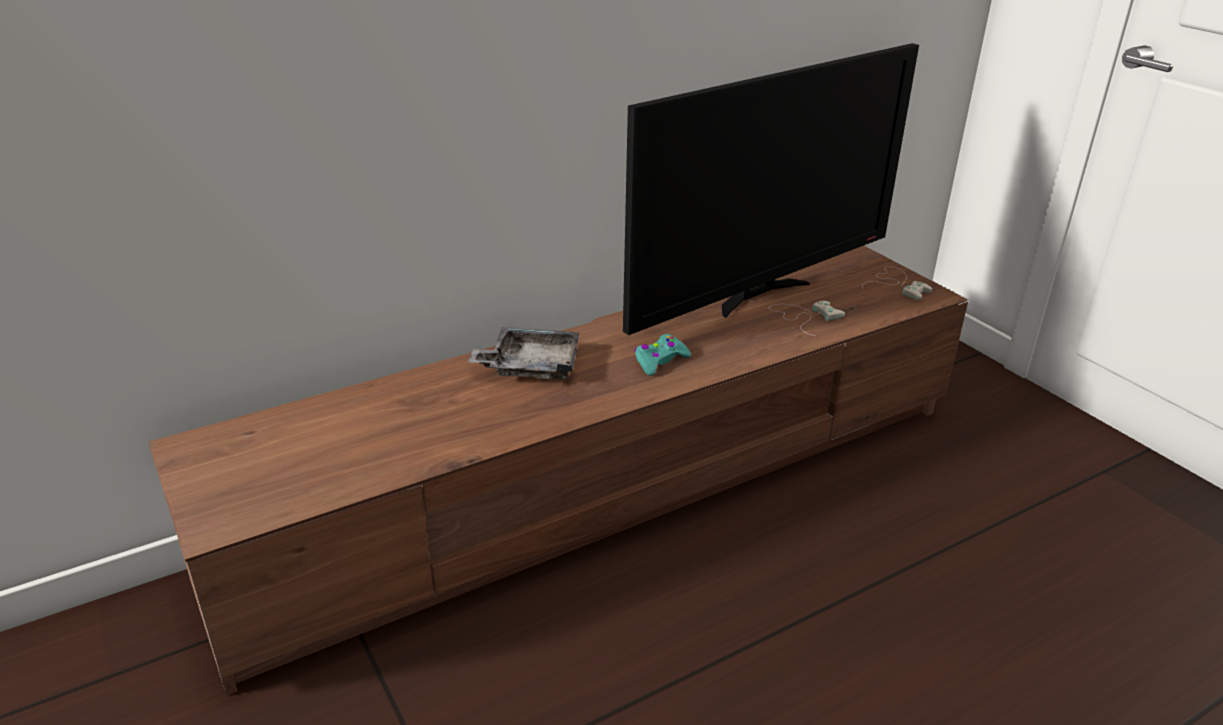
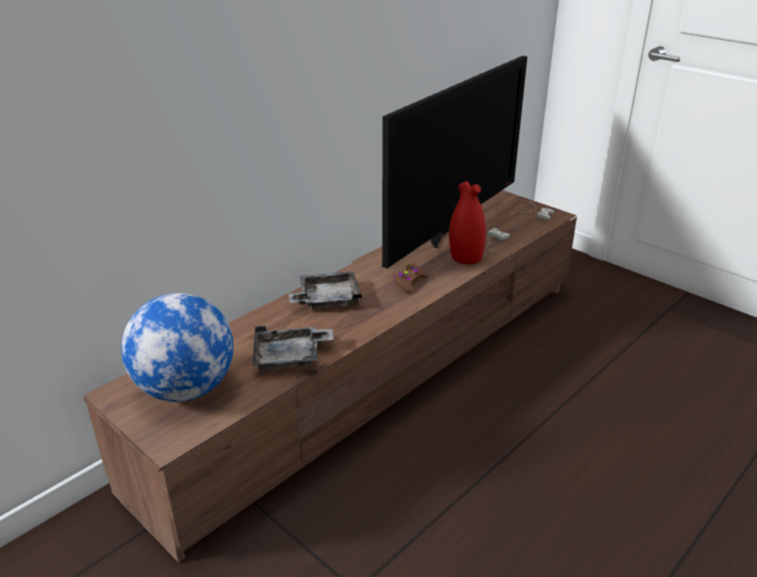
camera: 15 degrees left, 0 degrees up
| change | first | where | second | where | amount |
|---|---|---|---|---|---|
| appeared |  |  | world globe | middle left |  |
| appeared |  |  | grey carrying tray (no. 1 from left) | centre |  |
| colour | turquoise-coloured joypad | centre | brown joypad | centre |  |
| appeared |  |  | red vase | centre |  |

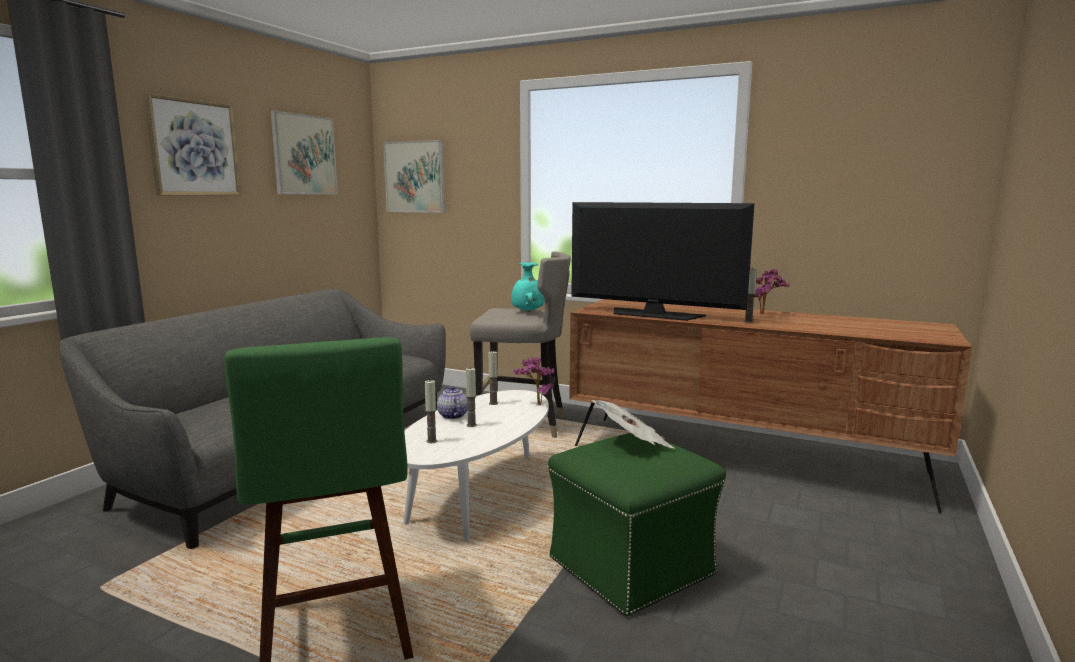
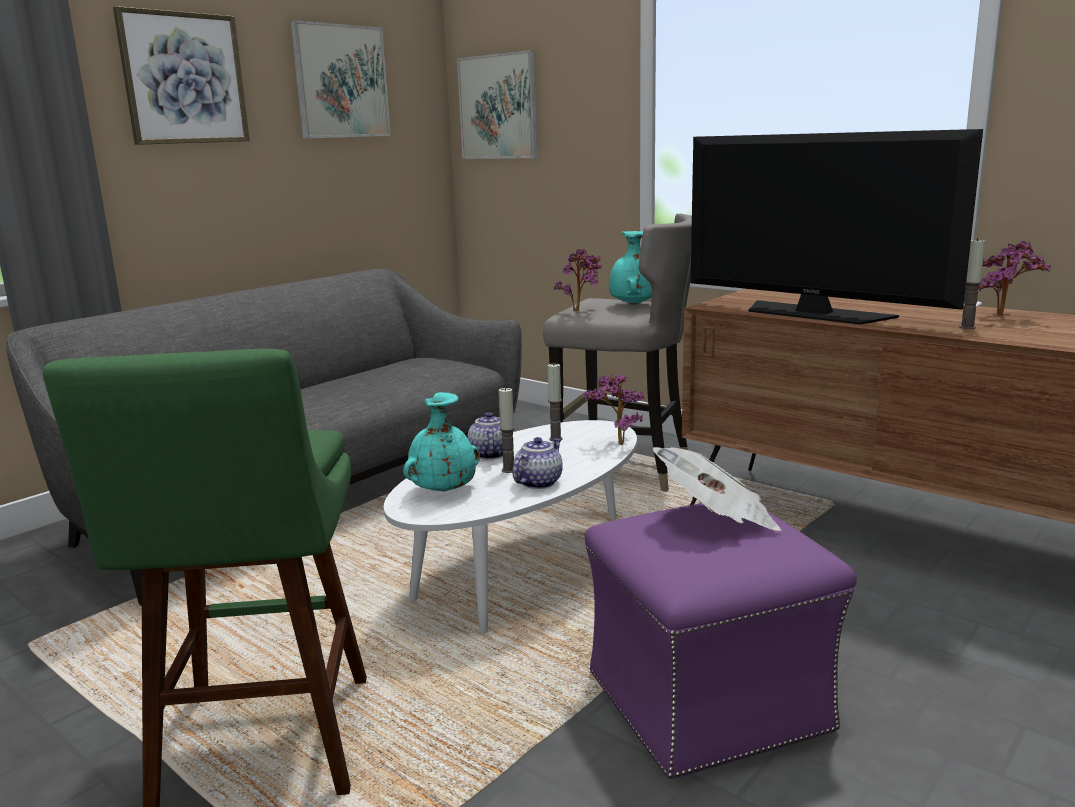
camera: 15 degrees right, 5 degrees up
| change | first | where | second | where | amount |
|---|---|---|---|---|---|
| exchanged | wax light (no. 1 from left) | centre | turquoise-coloured vase (no. 1 from left) | centre |  |
| appeared |  |  | teapot (no. 2 from left) | centre |  |
| appeared |  |  | potted plant (no. 1 from left) | centre |  |
| colour | greenish pouffe | bottom centre | purple-coloured pouffe | bottom right |  |

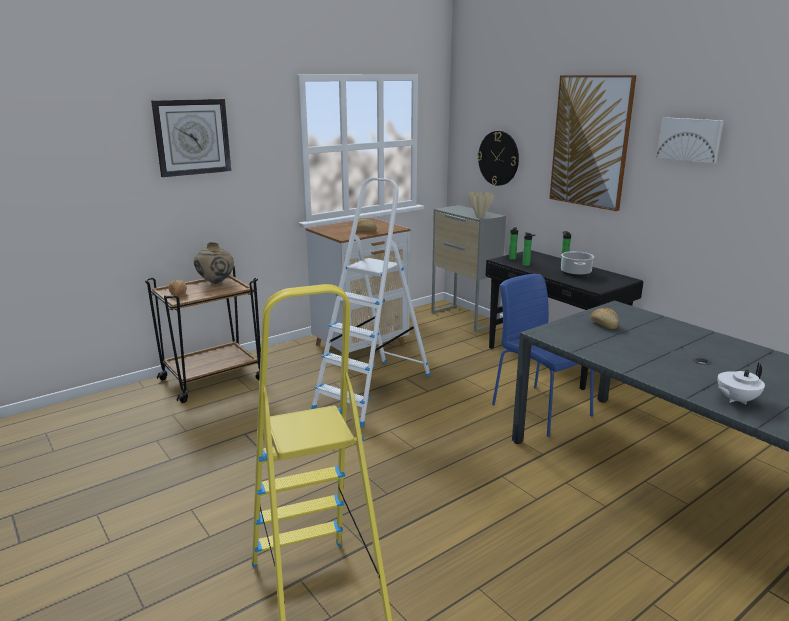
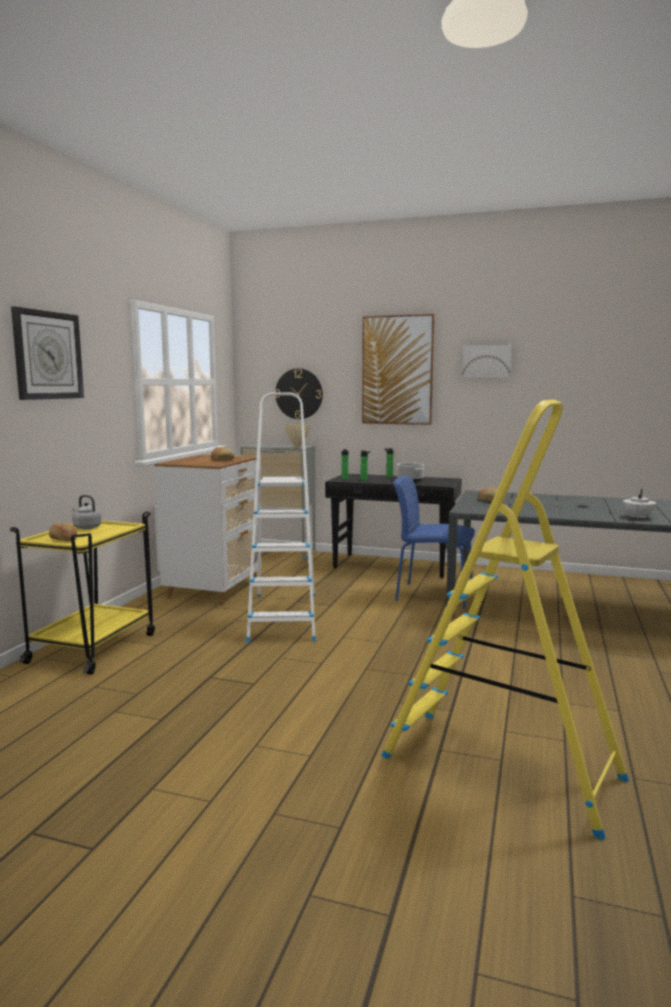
camera: 35 degrees left, 10 degrees down
| change | first | where | second | where | amount |
|---|---|---|---|---|---|
| colour | brown wheeled cart | middle left | yellow wheeled cart | middle left |  |
| exchanged | beige-coloured vase (no. 1 from left) | middle left | grey tea kettle | middle left |  |

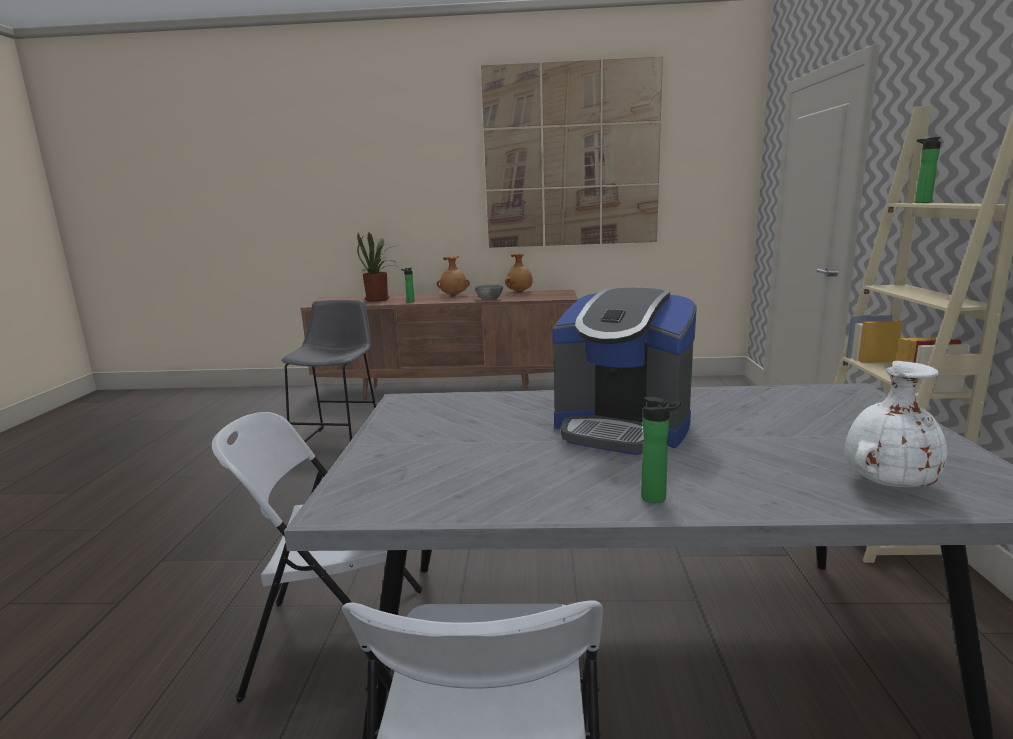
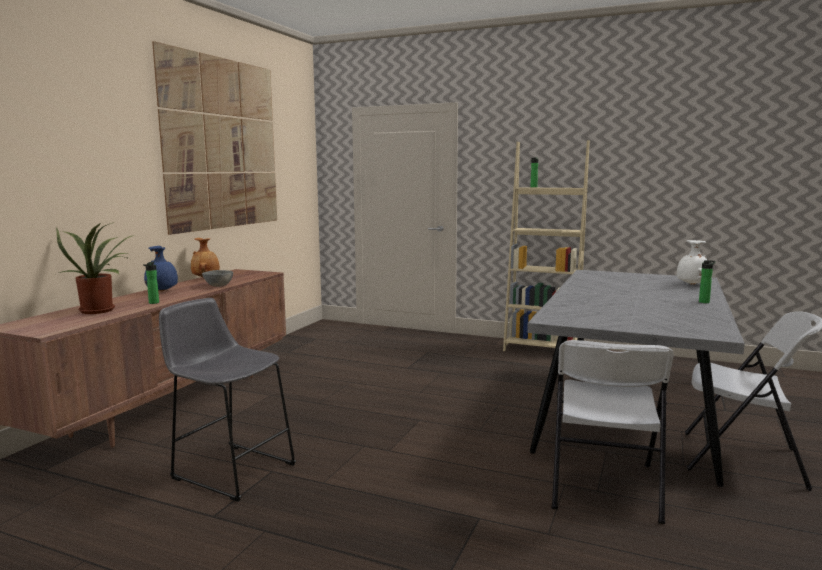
camera: 70 degrees left, 5 degrees down
| change | first | where | second | where | amount |
|---|---|---|---|---|---|
| colour | brown vase (no. 1 from left) | centre | blue vase | middle left |  |
| missing | coffee machine | centre |  |  |  |

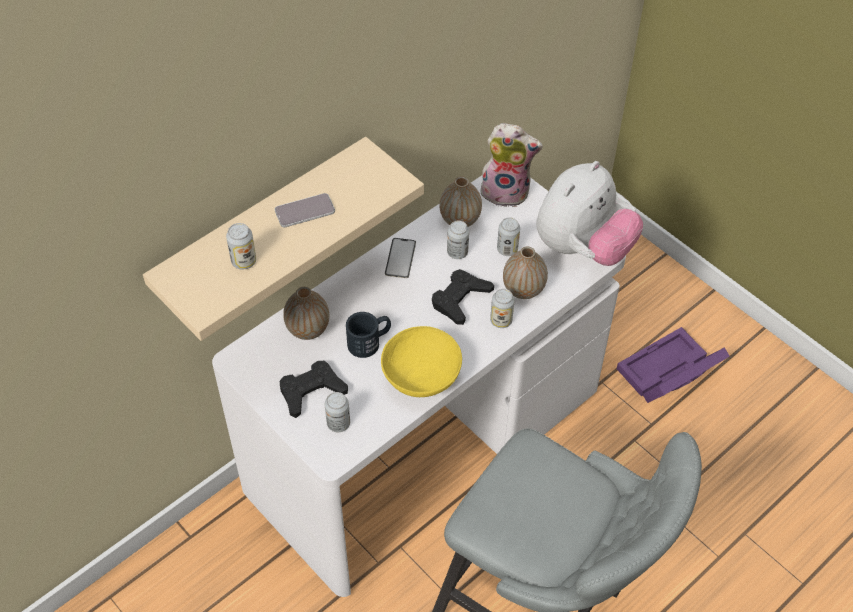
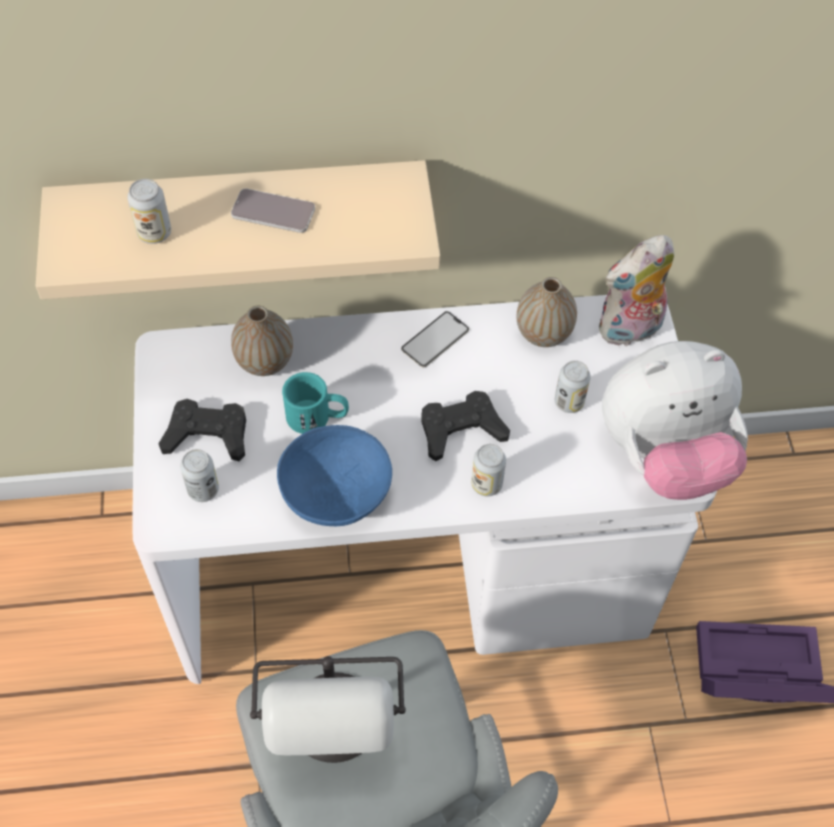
camera: 35 degrees right, 5 degrees up
| change | first | where | second | where | amount |
|---|---|---|---|---|---|
| appeared |  |  | tabletop lamp | bottom centre |  |
| colour | yellow serving bowl | centre | blue serving bowl | centre |  |
| colour | black coffee mug | centre | turquoise-coloured coffee mug | centre |  |
| spun | soft toy (no. 1 from left) | top centre |  | middle right | 105 degrees clockwise |
| missing | metal can (no. 3 from left) | centre |  |  |  |
| missing | vase (no. 3 from left) | centre |  |  |  |

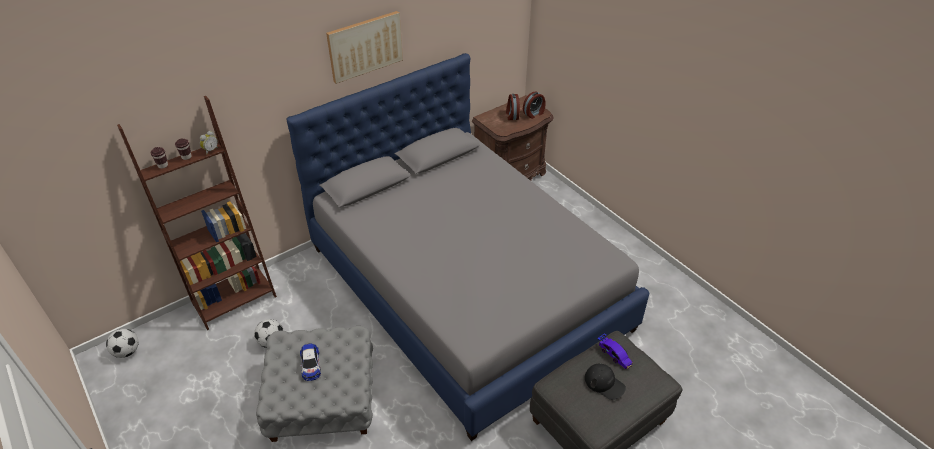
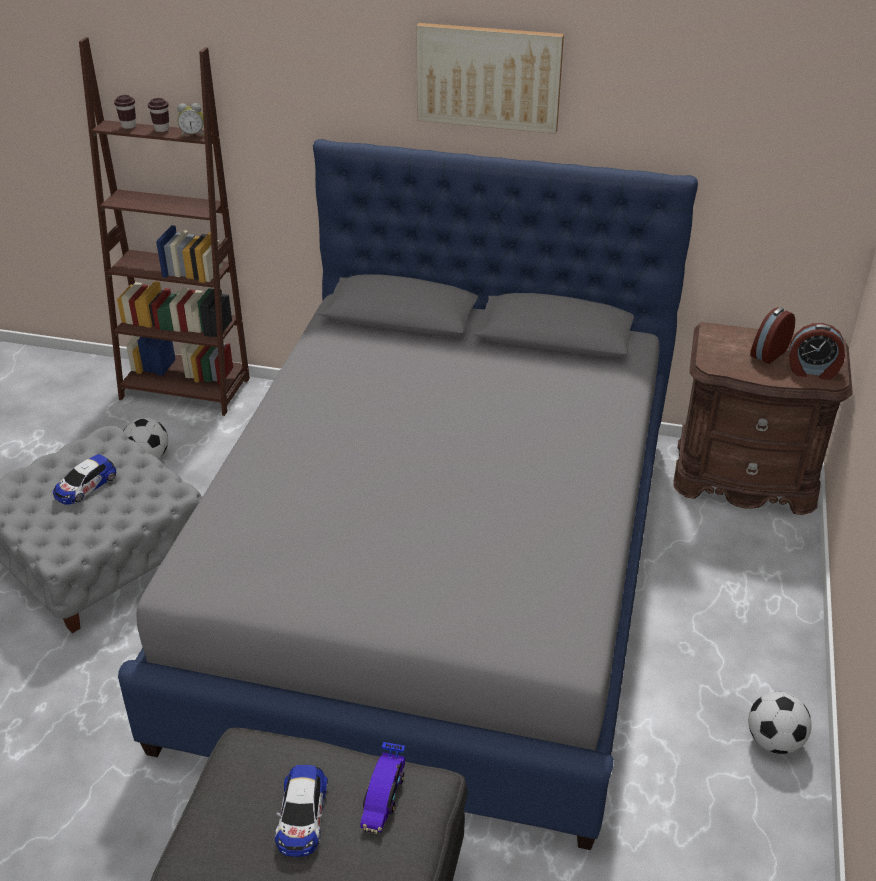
camera: 50 degrees right, 5 degrees down
| change | first | where | second | where | amount |
|---|---|---|---|---|---|
| exchanged | black baseball cap | bottom centre | miniature car (no. 2 from left) | bottom centre |  |
| relocated | ball for football (no. 1 from left in the first image) | bottom left | ball for football (no. 2 from left) | bottom right |  |

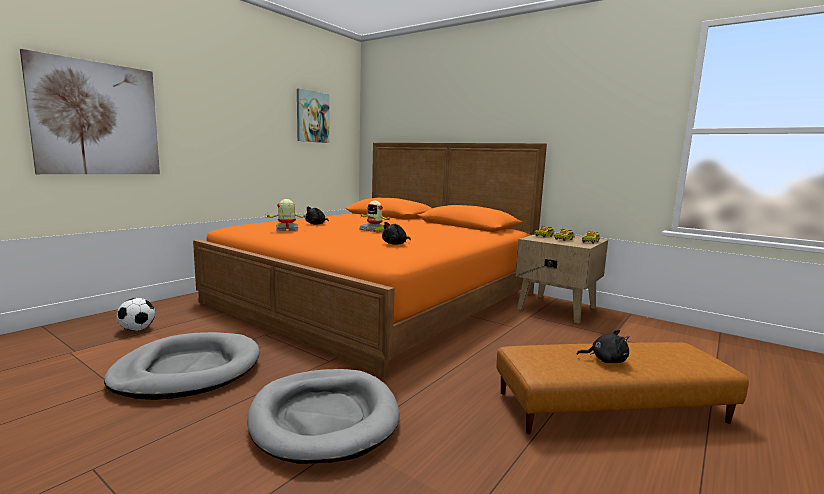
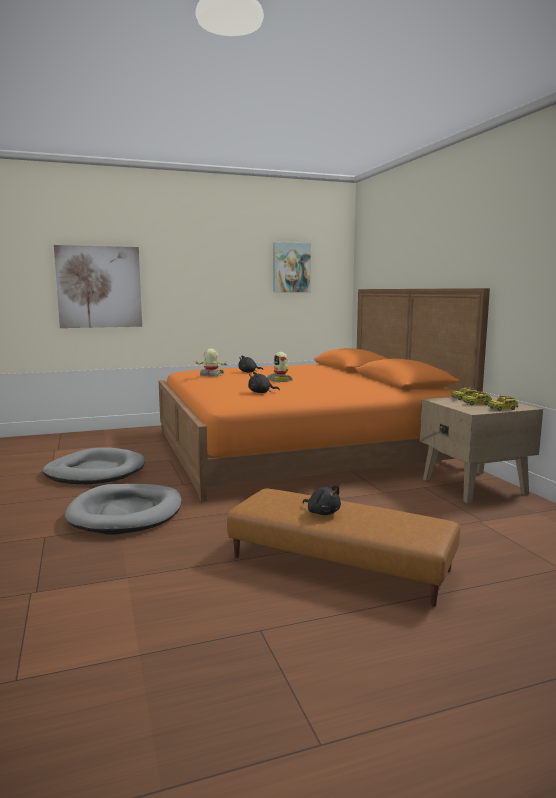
camera: 35 degrees right, 0 degrees up
| change | first | where | second | where | amount |
|---|---|---|---|---|---|
| missing | ball for football | middle left |  |  |  |

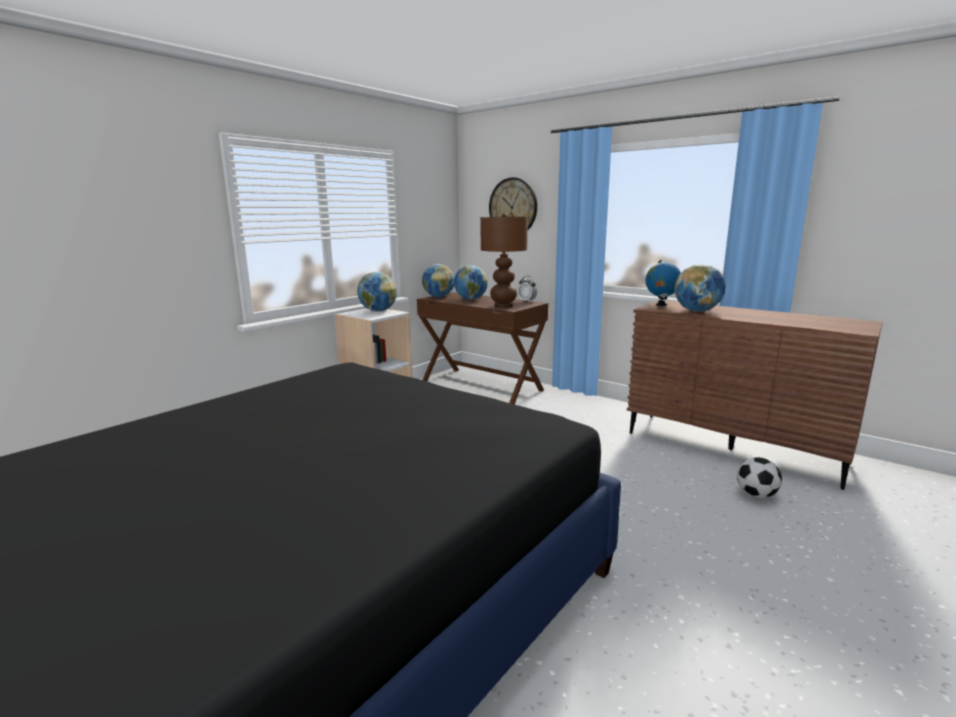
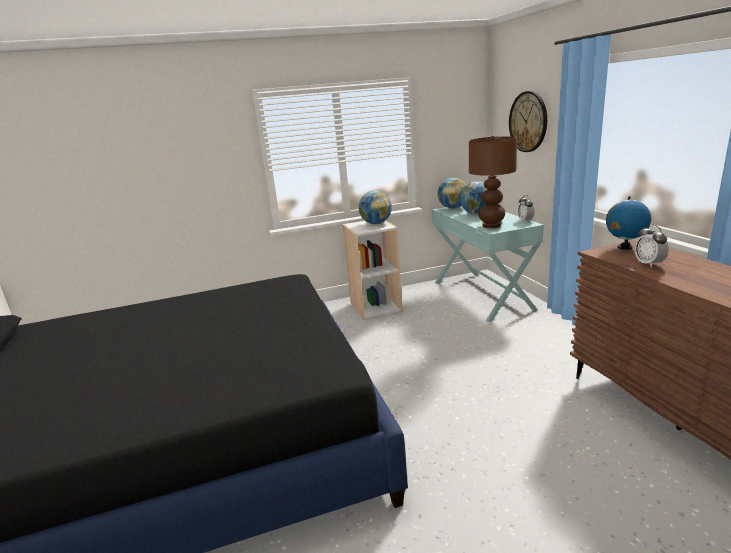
camera: 35 degrees right, 5 degrees up
| change | first | where | second | where | amount |
|---|---|---|---|---|---|
| colour | brown desk unit | centre | turquoise-coloured desk unit | middle right |  |
| exchanged | world globe (no. 5 from left) | middle right | table clock (no. 2 from left) | middle right |  |
| missing | ball for football | middle right |  |  |  |

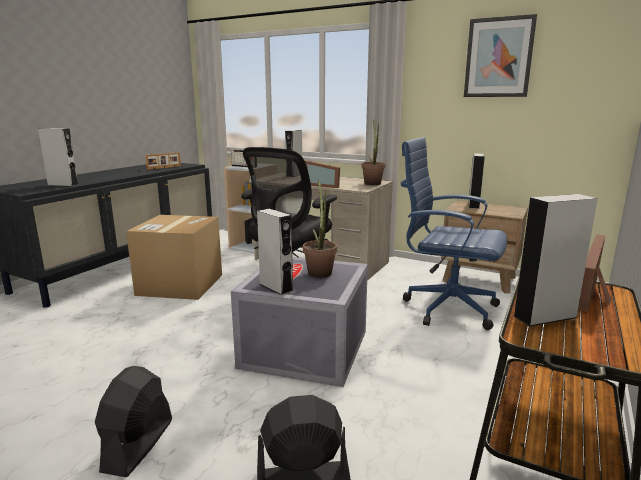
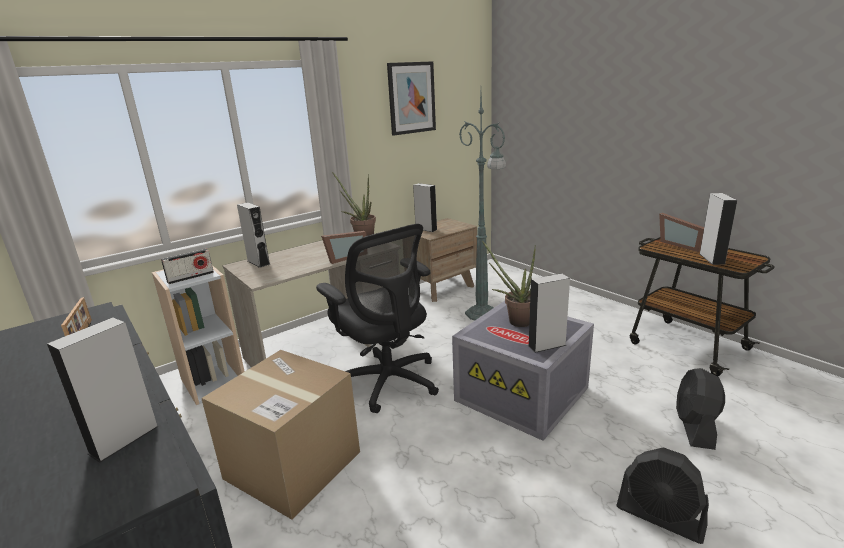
camera: 65 degrees left, 5 degrees up
| change | first | where | second | where | amount |
|---|---|---|---|---|---|
| exchanged | blue office chair | middle right | greenish standard lamp | centre |  |

